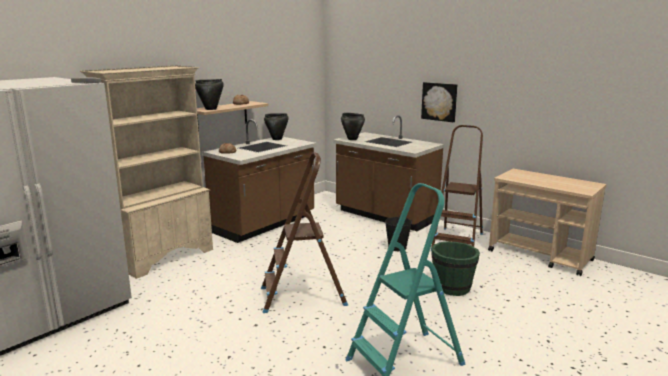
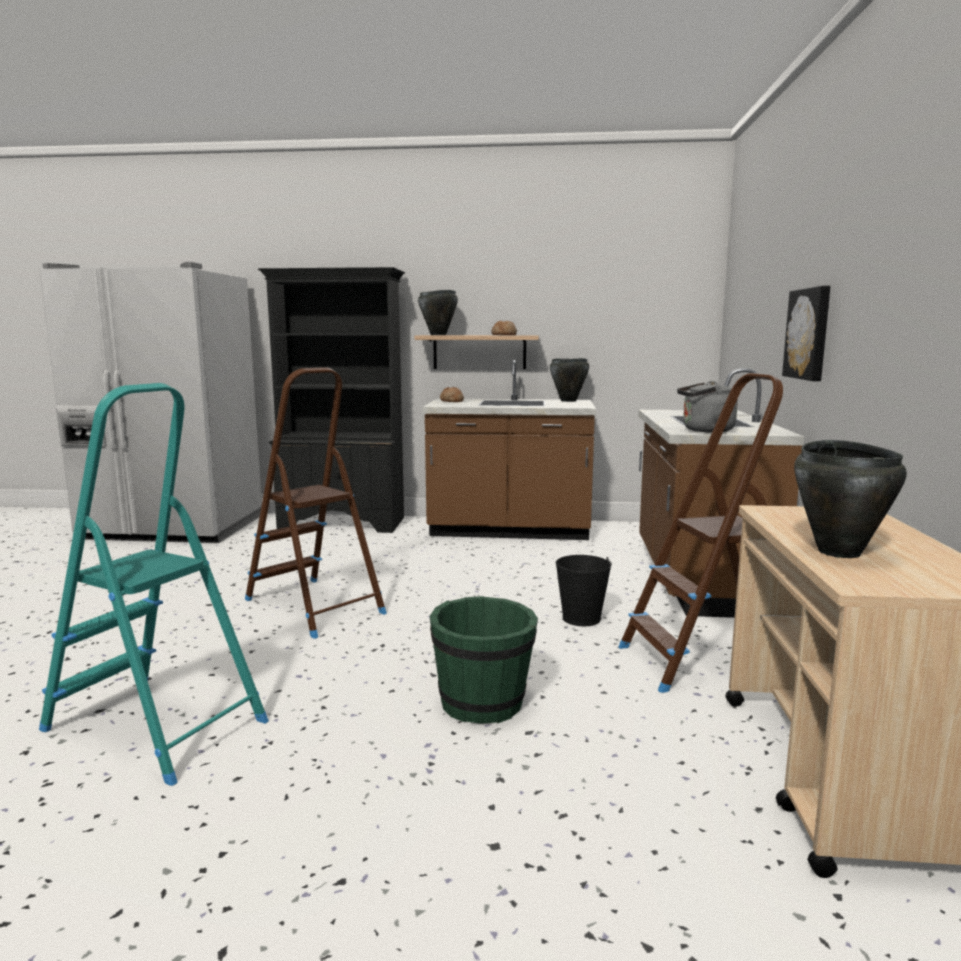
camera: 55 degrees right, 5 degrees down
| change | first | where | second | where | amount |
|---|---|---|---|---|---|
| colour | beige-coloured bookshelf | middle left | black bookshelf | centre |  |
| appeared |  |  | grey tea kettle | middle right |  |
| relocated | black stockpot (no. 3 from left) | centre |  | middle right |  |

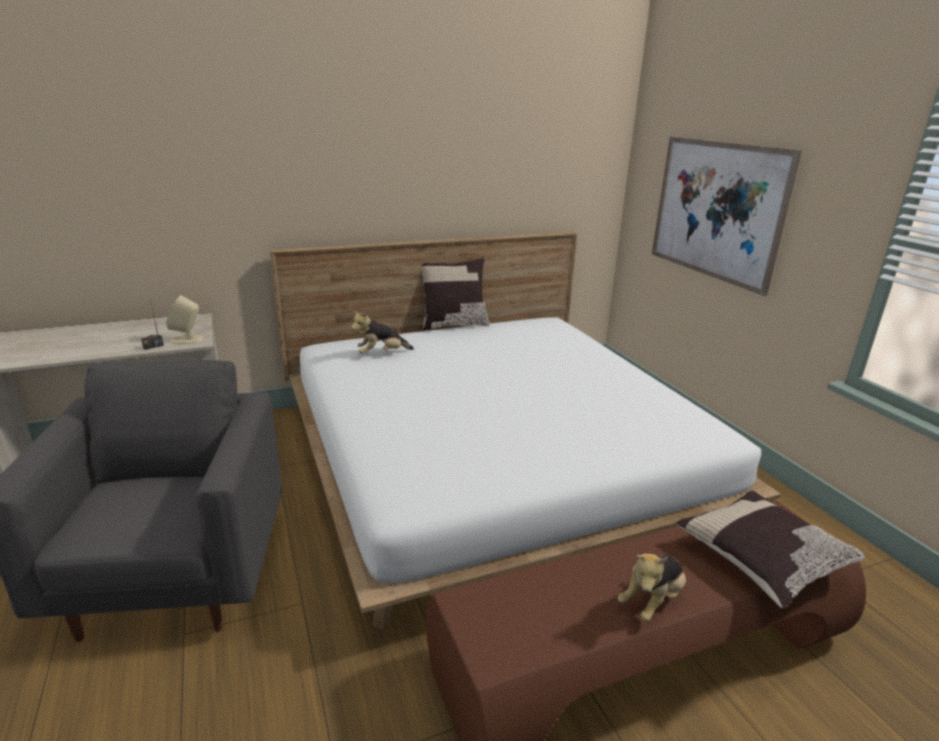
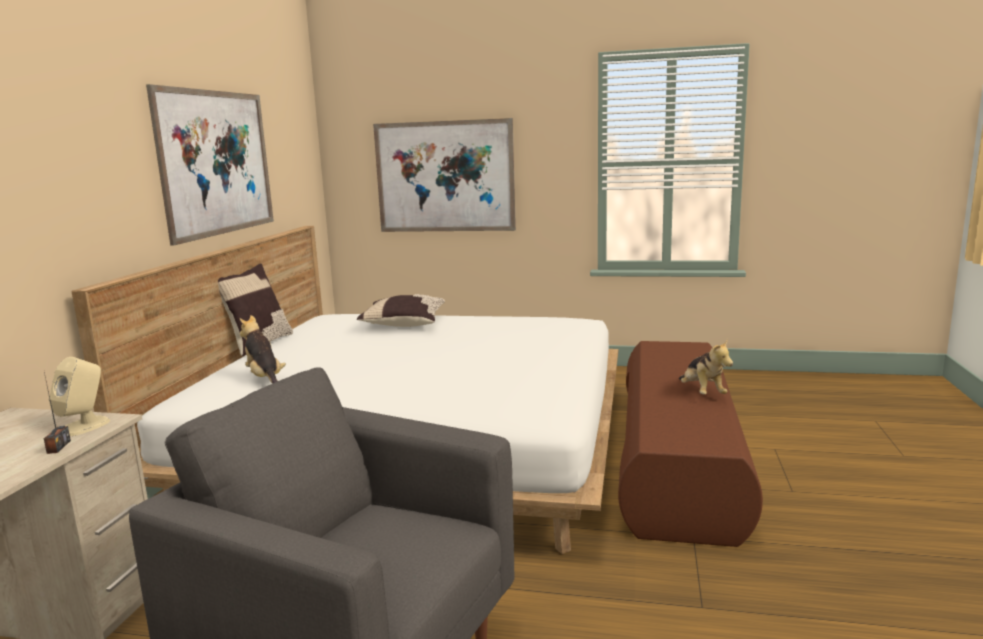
camera: 55 degrees left, 10 degrees down
| change | first | where | second | where | amount |
|---|---|---|---|---|---|
| appeared |  |  | wall picture (no. 1 from left) | top left |  |
| spun | soft toy (no. 1 from left) | centre |  | middle left | 135 degrees clockwise |
| relocated | cushion (no. 2 from left) | bottom right |  | centre |  |

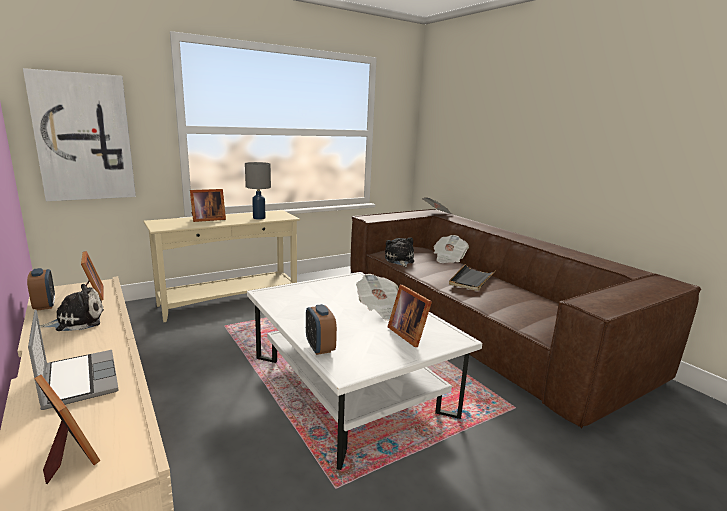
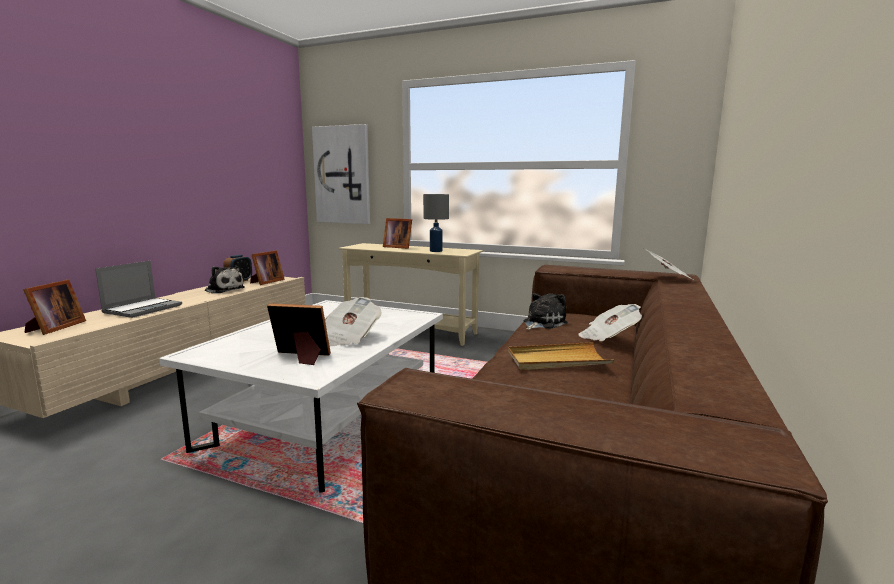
camera: 55 degrees right, 5 degrees down
| change | first | where | second | where | amount |
|---|---|---|---|---|---|
| spun | standing frame (no. 4 from left in the first image) | centre | standing frame (no. 3 from left) | centre | 75 degrees clockwise |
| colour | black carrying tray | centre | beige-coloured carrying tray | centre |  |
| missing | table clock (no. 2 from left) | centre |  |  |  |

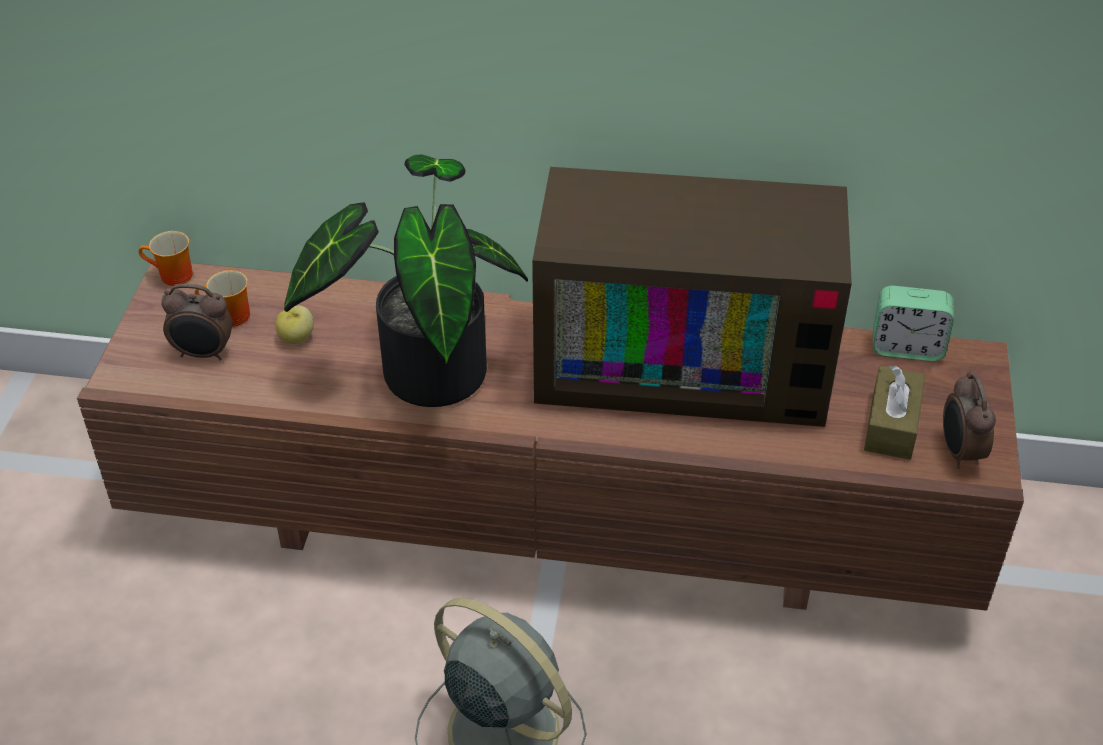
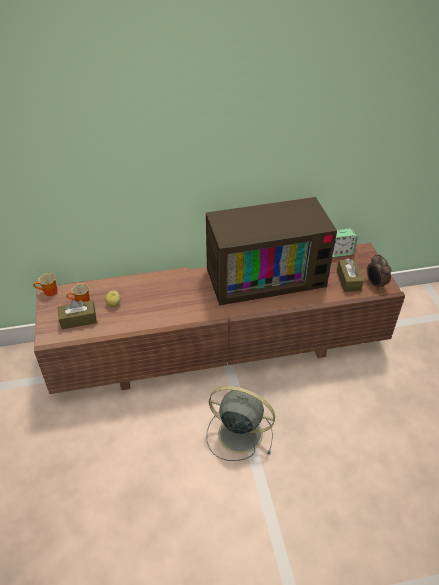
camera: 20 degrees left, 0 degrees up
| change | first | where | second | where | amount |
|---|---|---|---|---|---|
| exchanged | table clock (no. 1 from left) | middle left | brown tissue box (no. 1 from left) | middle left |  |
| missing | potted plant | centre |  |  |  |

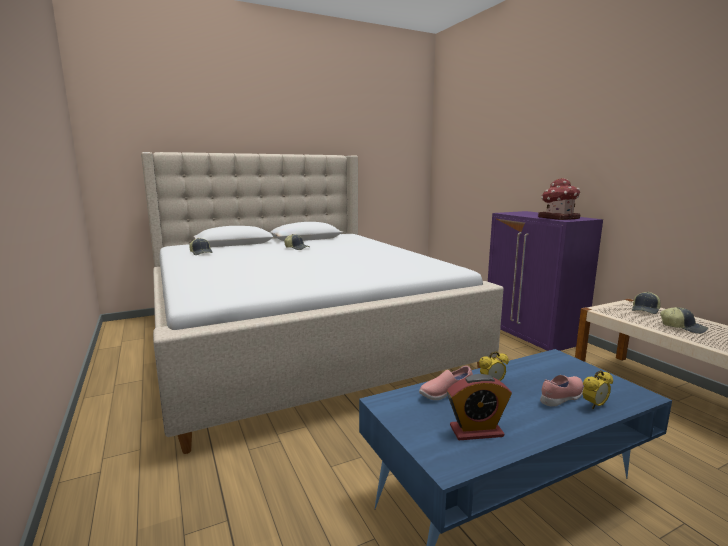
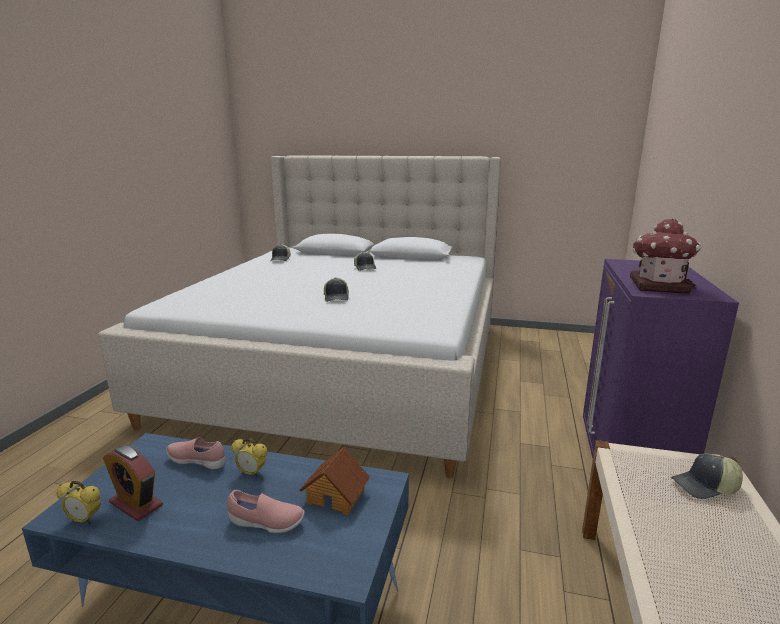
camera: 40 degrees right, 5 degrees up
| change | first | where | second | where | amount |
|---|---|---|---|---|---|
| relocated | table clock (no. 3 from left in the first image) | bottom right | table clock (no. 1 from left) | bottom left |  |
| appeared |  |  | model house (no. 1 from left) | bottom centre |  |
| relocated | baseball cap (no. 4 from left in the first image) | middle right | baseball cap (no. 2 from left) | centre |  |

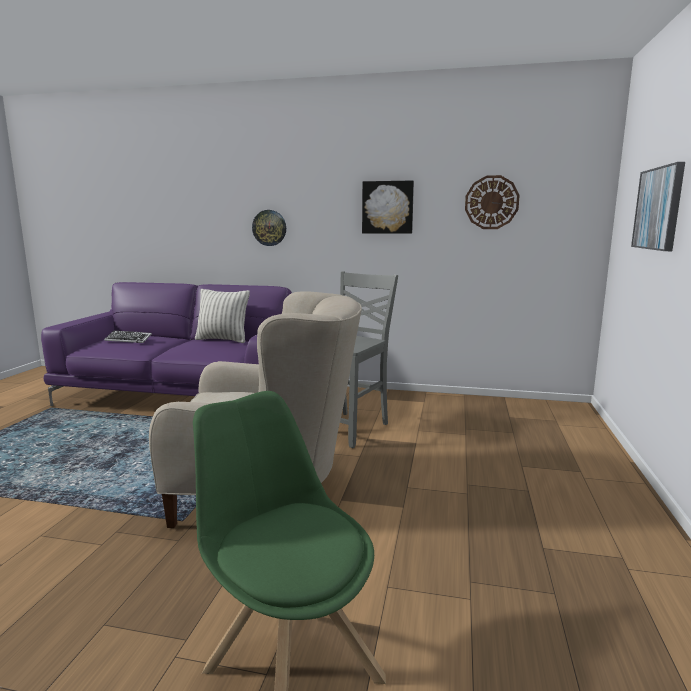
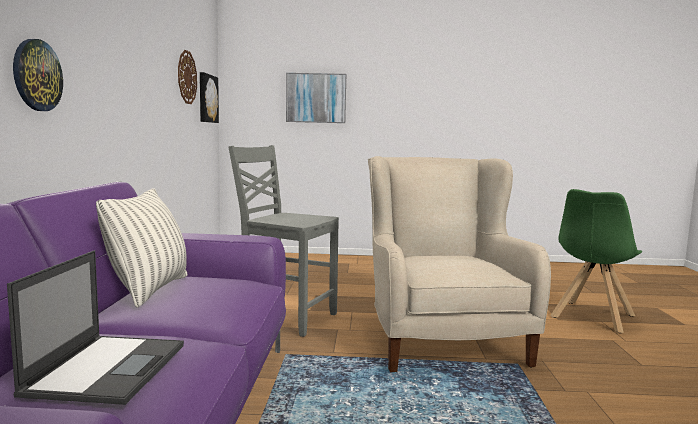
camera: 100 degrees left, 5 degrees down
| change | first | where | second | where | amount |
|---|---|---|---|---|---|
| exchanged | computer keyboard | middle left | laptop | bottom left |  |
| relocated | wall picture (no. 1 from left) | top centre |  | top left |  |

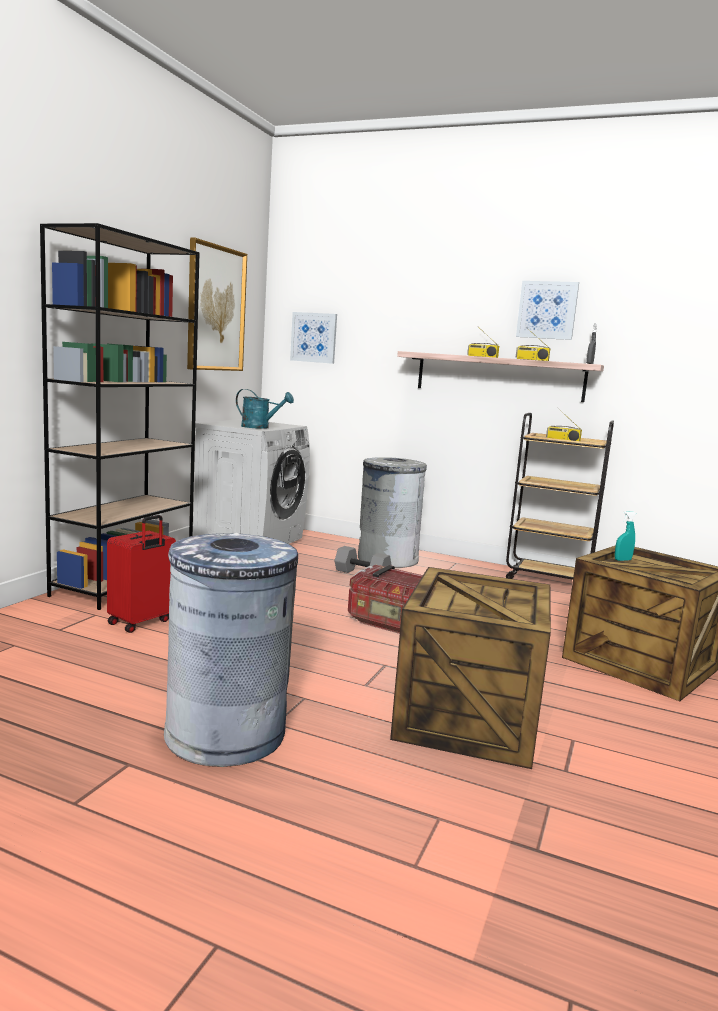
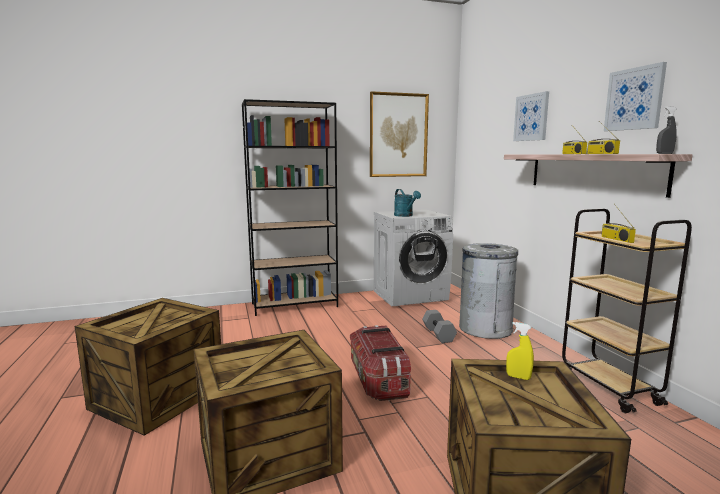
camera: 50 degrees right, 0 degrees up
| change | first | where | second | where | amount |
|---|---|---|---|---|---|
| exchanged | grey waste bin (no. 1 from left) | middle left | shipping crate (no. 1 from left) | bottom left |  |
| colour | turquoise-coloured hand sprayer | middle right | yellow hand sprayer | bottom right |  |
| relocated | wall picture (no. 2 from left) | centre |  | top right |  |
| missing | red piece of luggage | middle left |  |  |  |

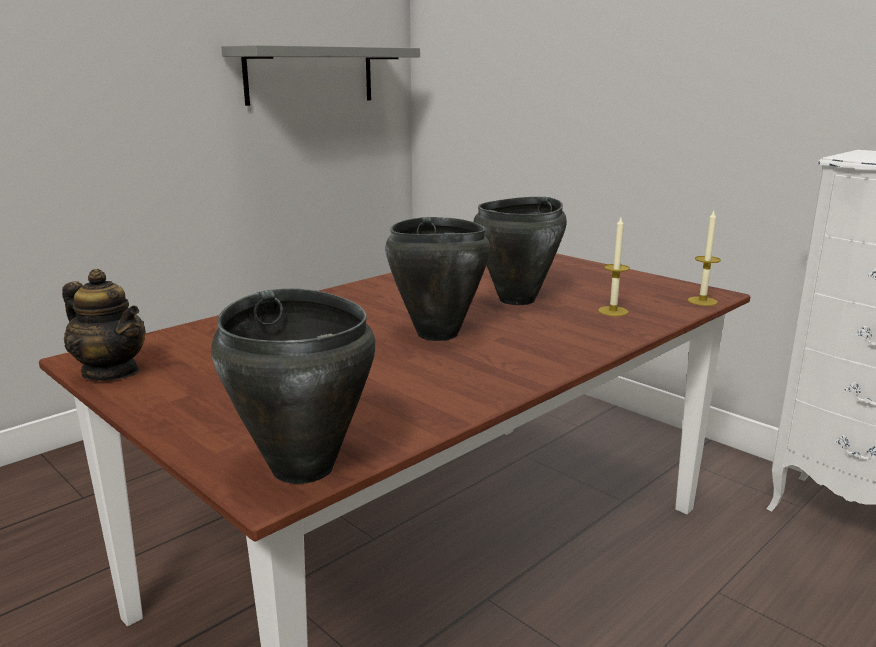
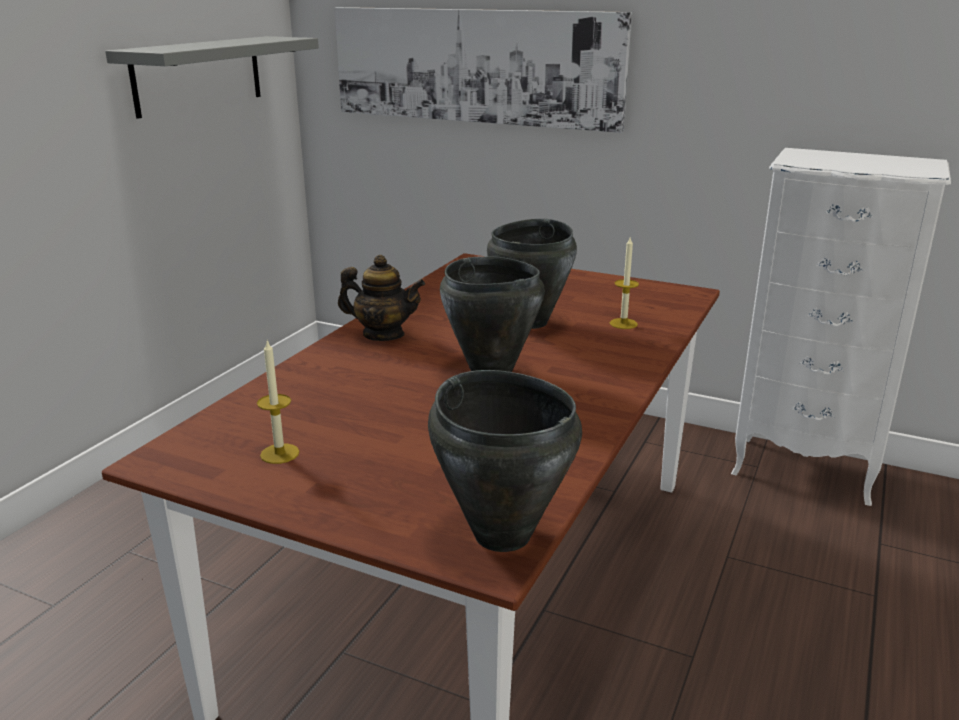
camera: 20 degrees left, 5 degrees up
| change | first | where | second | where | amount |
|---|---|---|---|---|---|
| relocated | wax light (no. 2 from left in the first image) | middle right | wax light (no. 1 from left) | middle left |  |
| appeared |  |  | wall picture | top centre |  |
| relocated | teapot | middle left |  | centre |  |

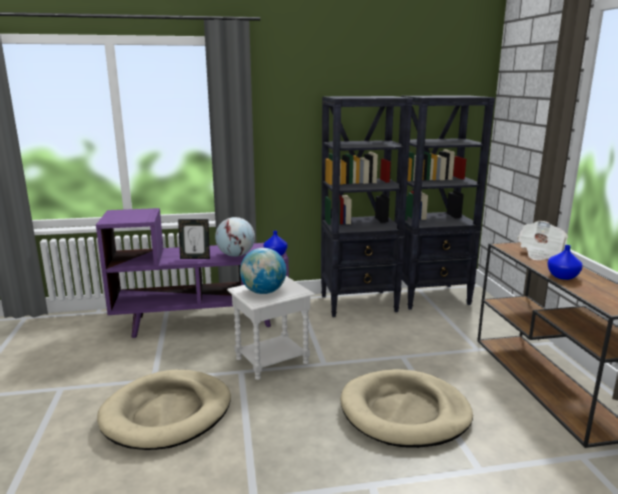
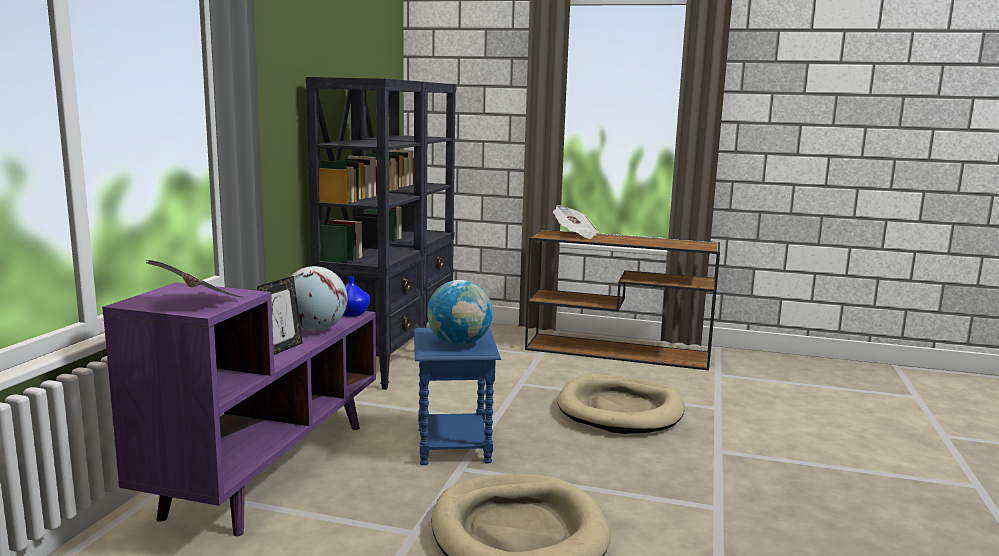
camera: 65 degrees left, 5 degrees down
| change | first | where | second | where | amount |
|---|---|---|---|---|---|
| appeared |  |  | printed paper (no. 1 from left) | middle left |  |
| colour | white end table | centre | blue end table | bottom centre |  |
| missing | blue vase (no. 2 from left) | middle right |  |  |  |

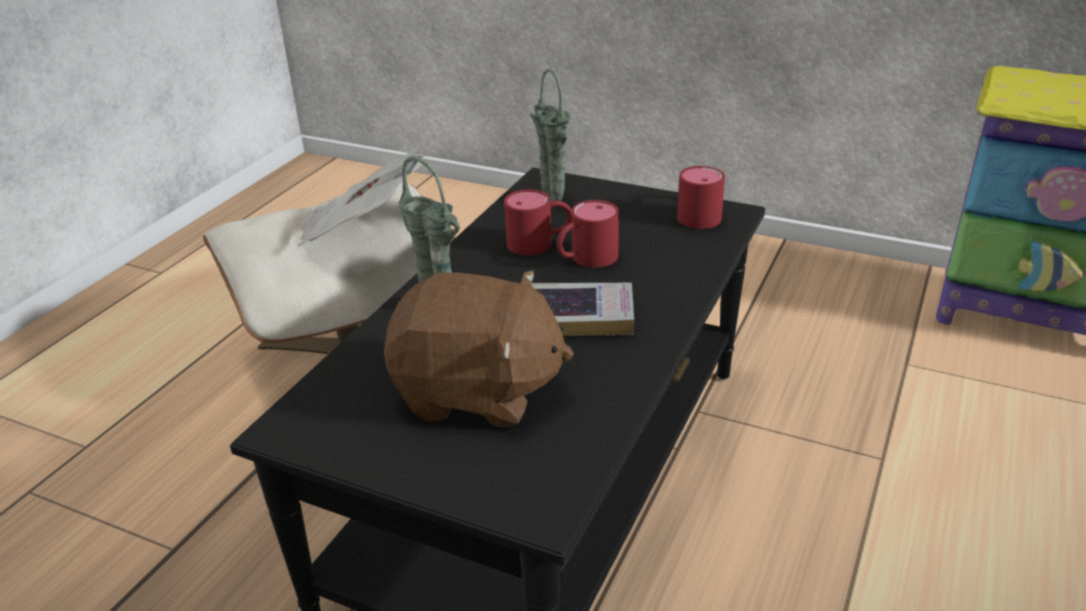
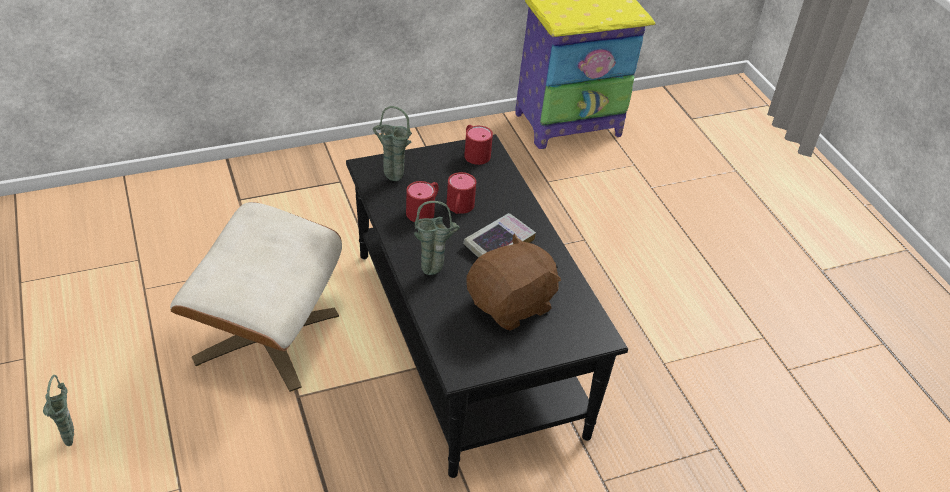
camera: 50 degrees left, 10 degrees up
| change | first | where | second | where | amount |
|---|---|---|---|---|---|
| appeared |  |  | greenish vase (no. 1 from left) | bottom left |  |
| missing | printed paper | top left |  |  |  |

